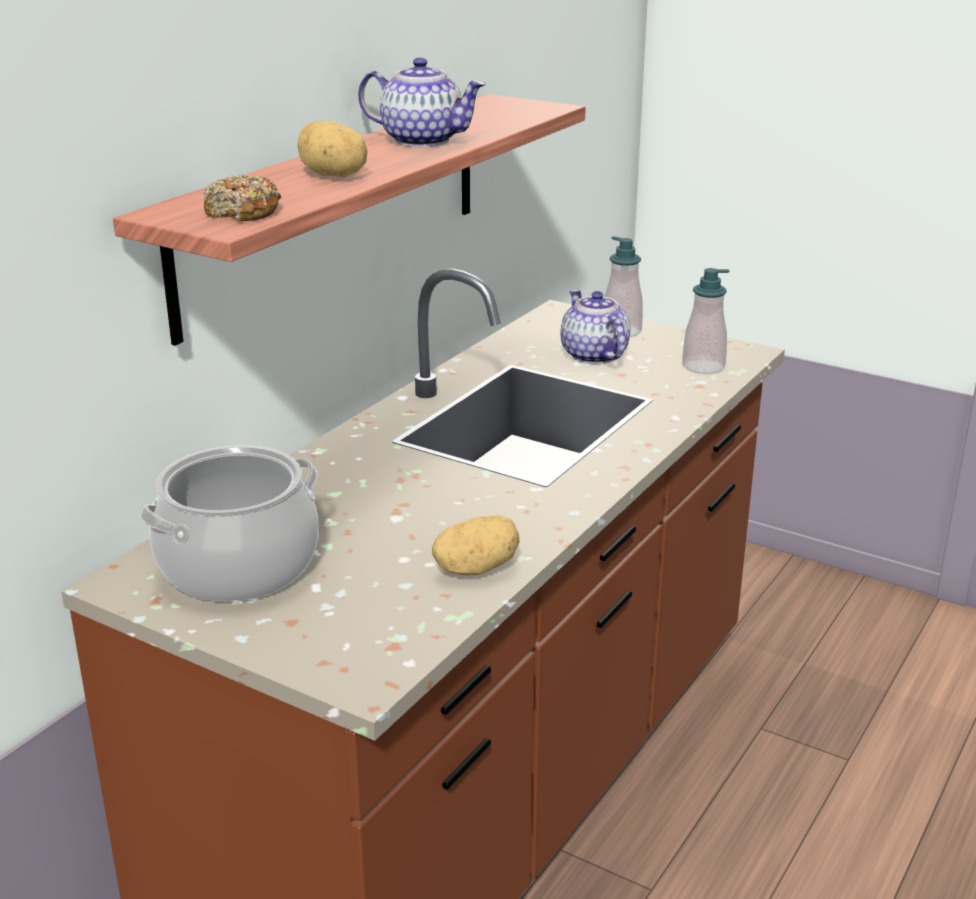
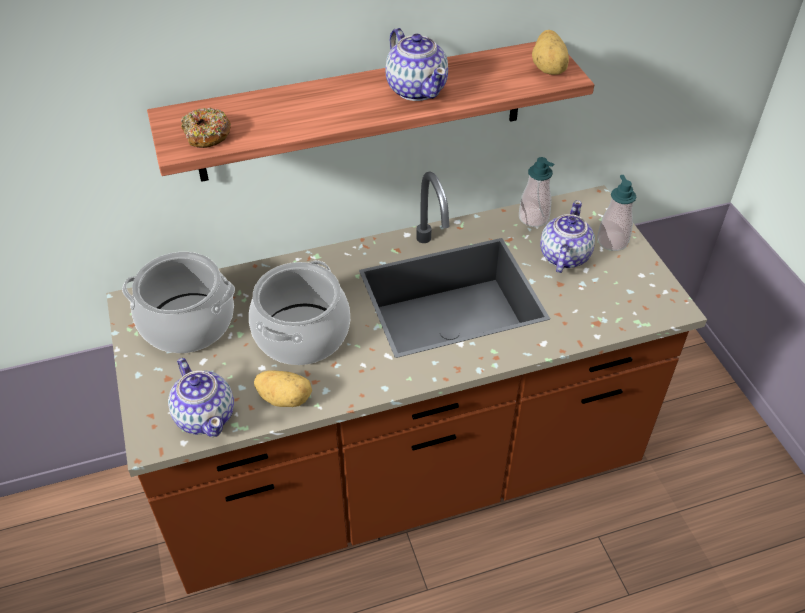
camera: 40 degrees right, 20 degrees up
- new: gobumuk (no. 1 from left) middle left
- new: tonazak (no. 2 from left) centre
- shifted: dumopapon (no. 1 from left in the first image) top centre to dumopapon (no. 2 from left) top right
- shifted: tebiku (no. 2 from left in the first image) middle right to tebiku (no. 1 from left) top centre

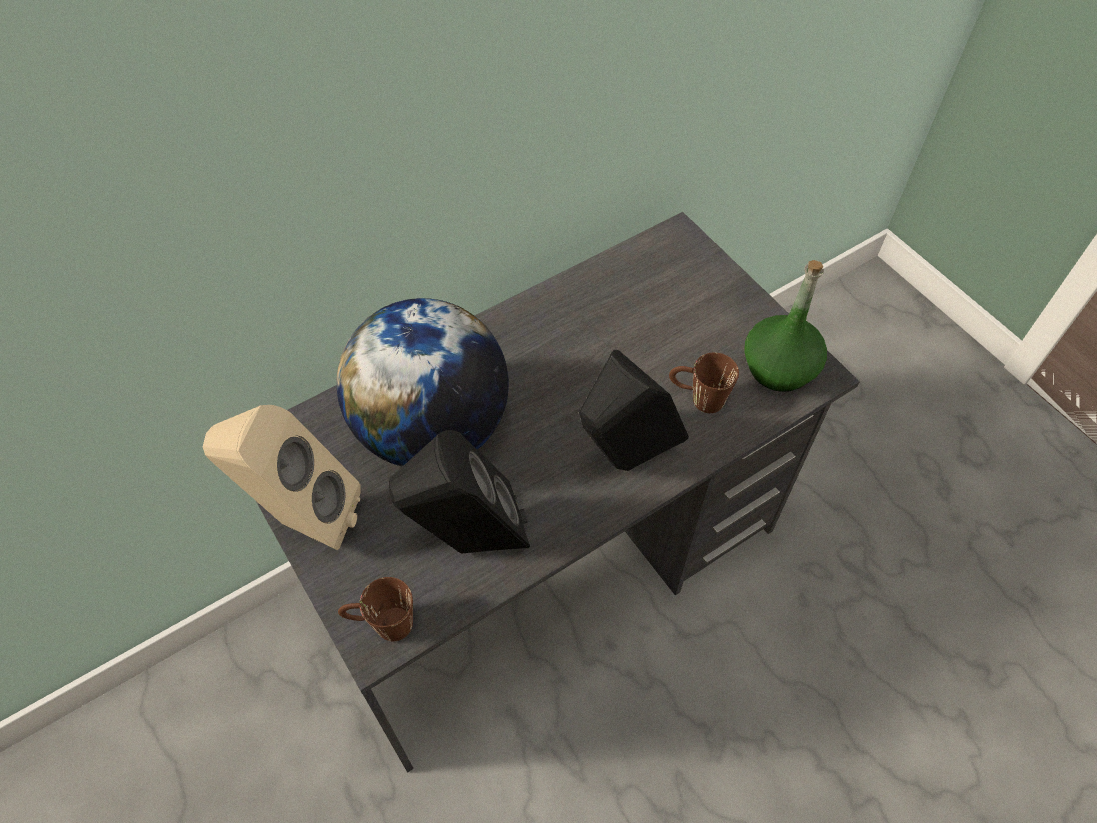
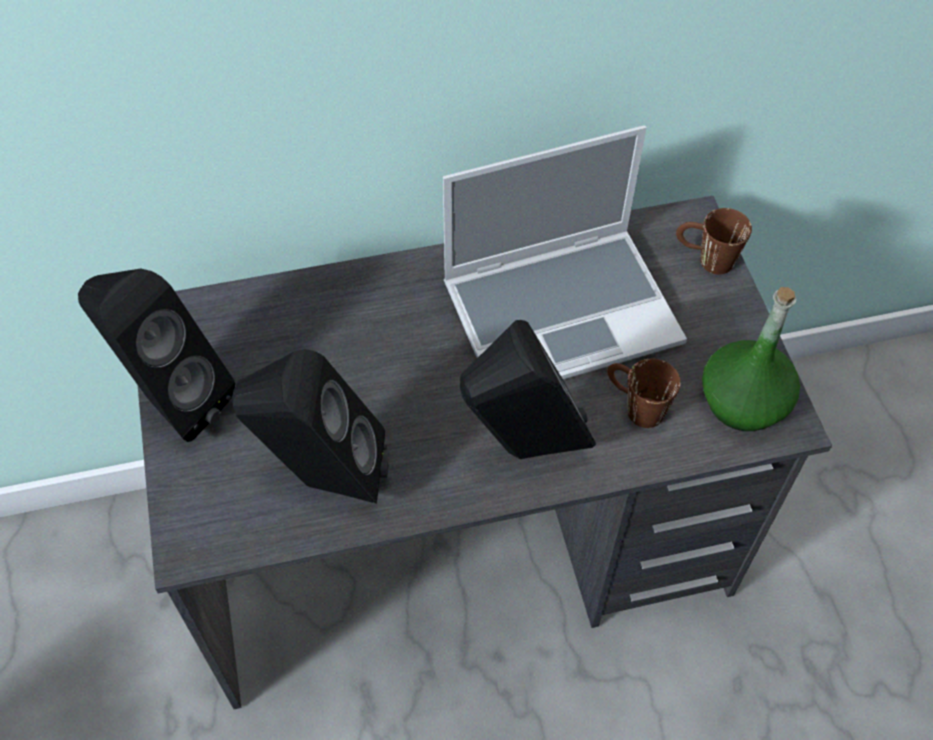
camera: 20 degrees right, 0 degrees up
- gone: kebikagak centre
- new: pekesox centre
- shifted: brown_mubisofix (no. 1 from left in the first image) bottom centre to brown_mubisofix (no. 2 from left) top right
- repainted: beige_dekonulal middle left to black_dekonulal (no. 1 from left) middle left

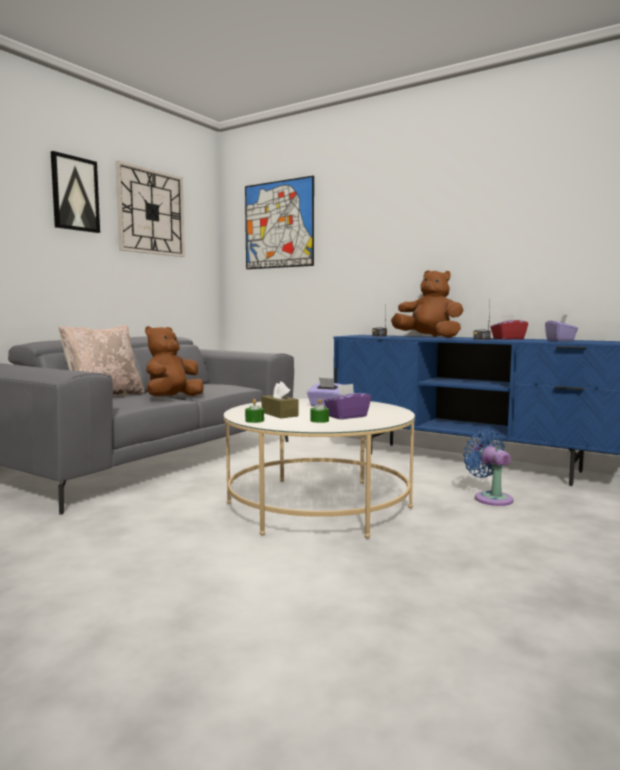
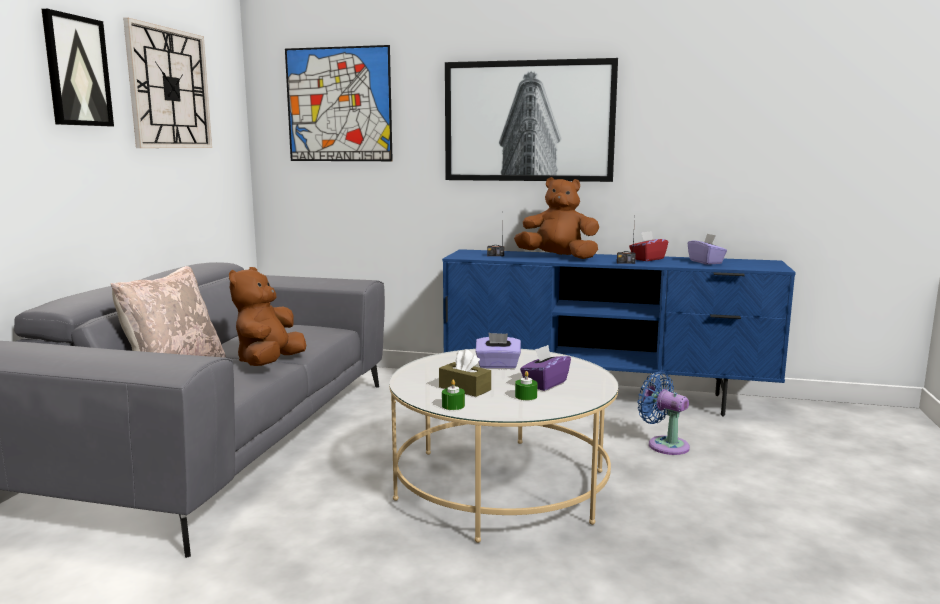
camera: 20 degrees left, 5 degrees up
- new: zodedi (no. 3 from left) top centre

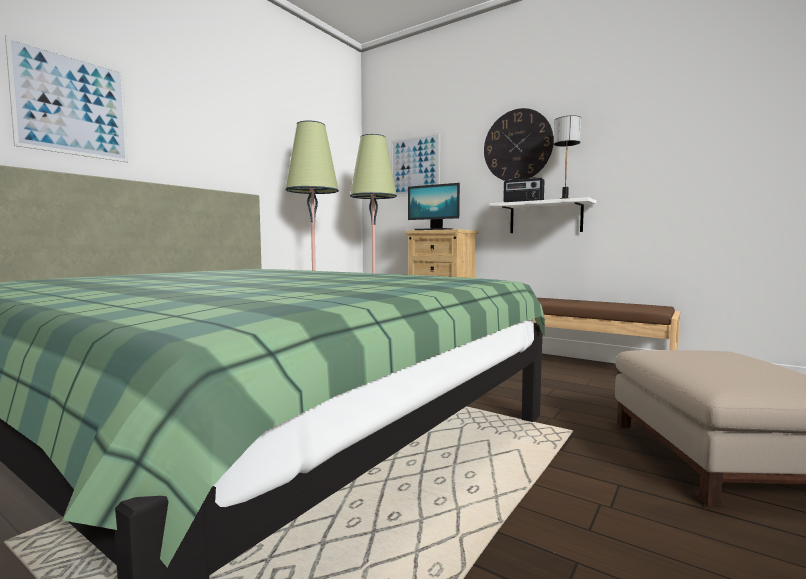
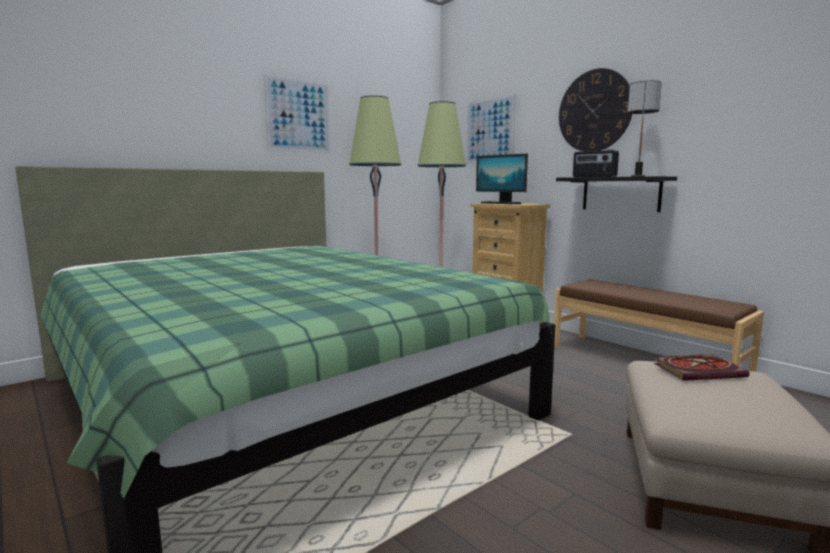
camera: 15 degrees right, 5 degrees up
- new: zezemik middle right
- shifted: zodedi (no. 1 from left) top left to top centre
- repainted: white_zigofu middle right to black_zigofu middle right

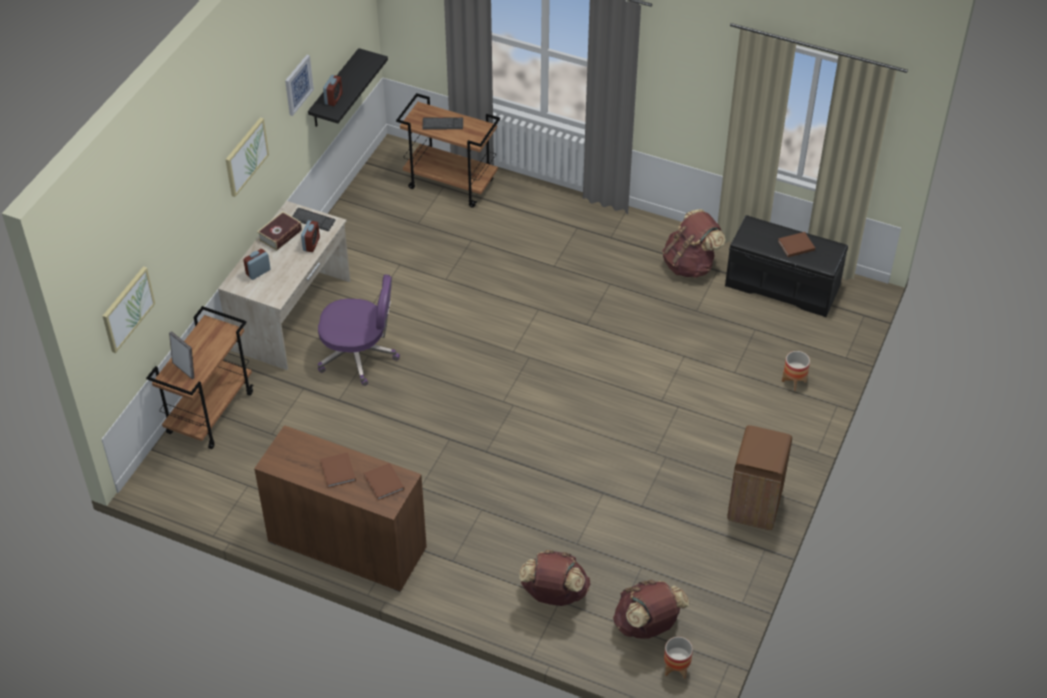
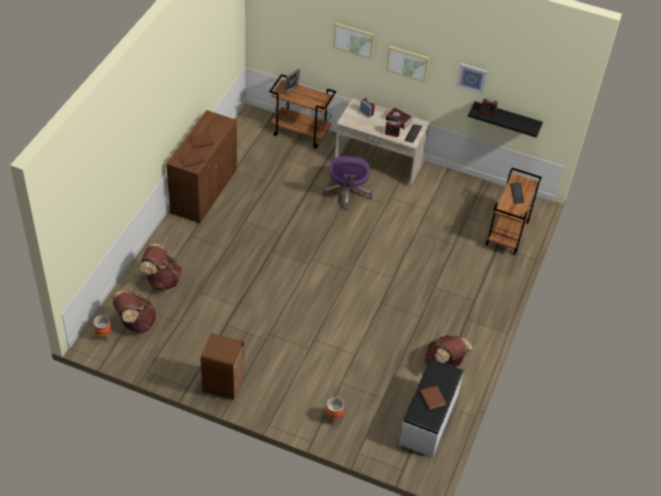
camera: 85 degrees right, 0 degrees up
- shifted: zodedi (no. 1 from left) middle left to top centre
- repainted: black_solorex middle right to white_solorex bottom centre

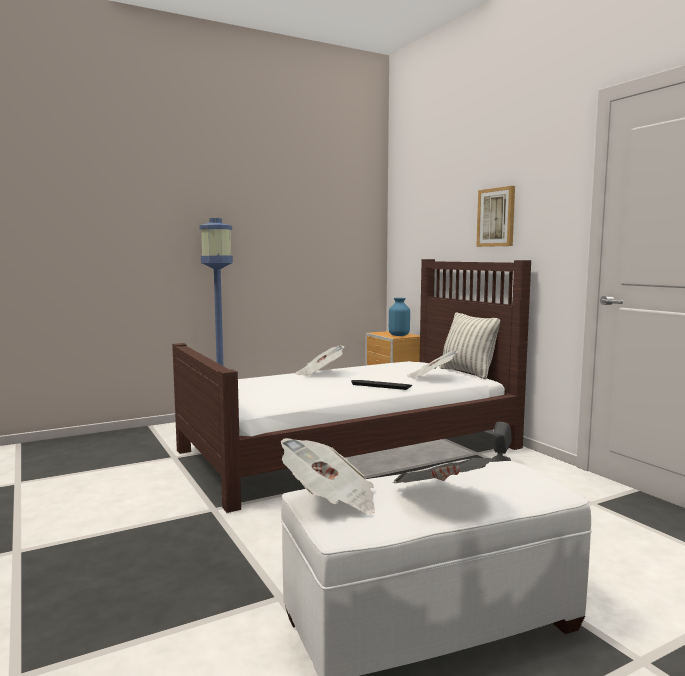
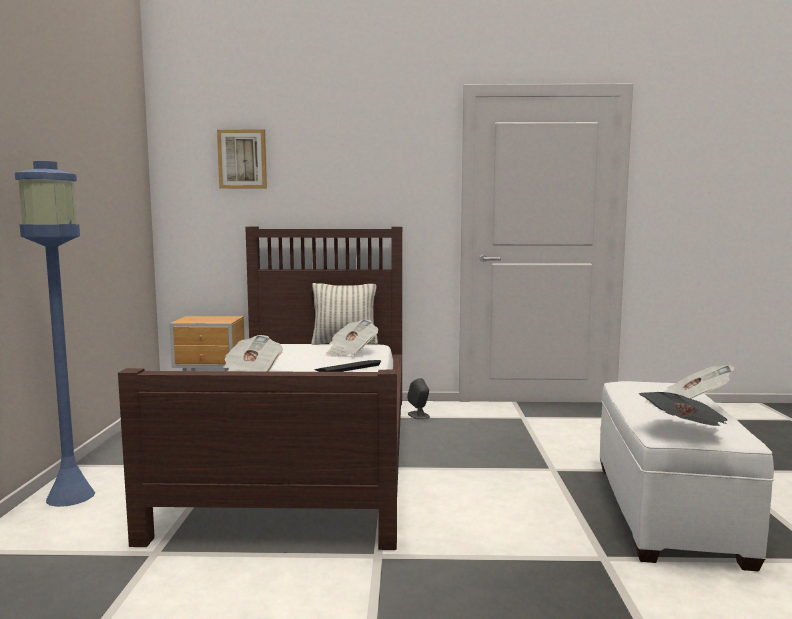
camera: 60 degrees left, 0 degrees up
- gone: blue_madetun centre
- shifted: zodedi top right to top left

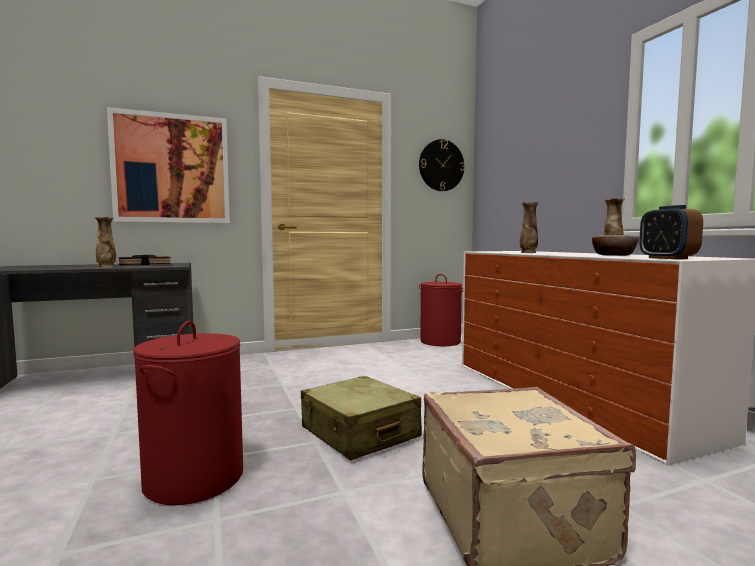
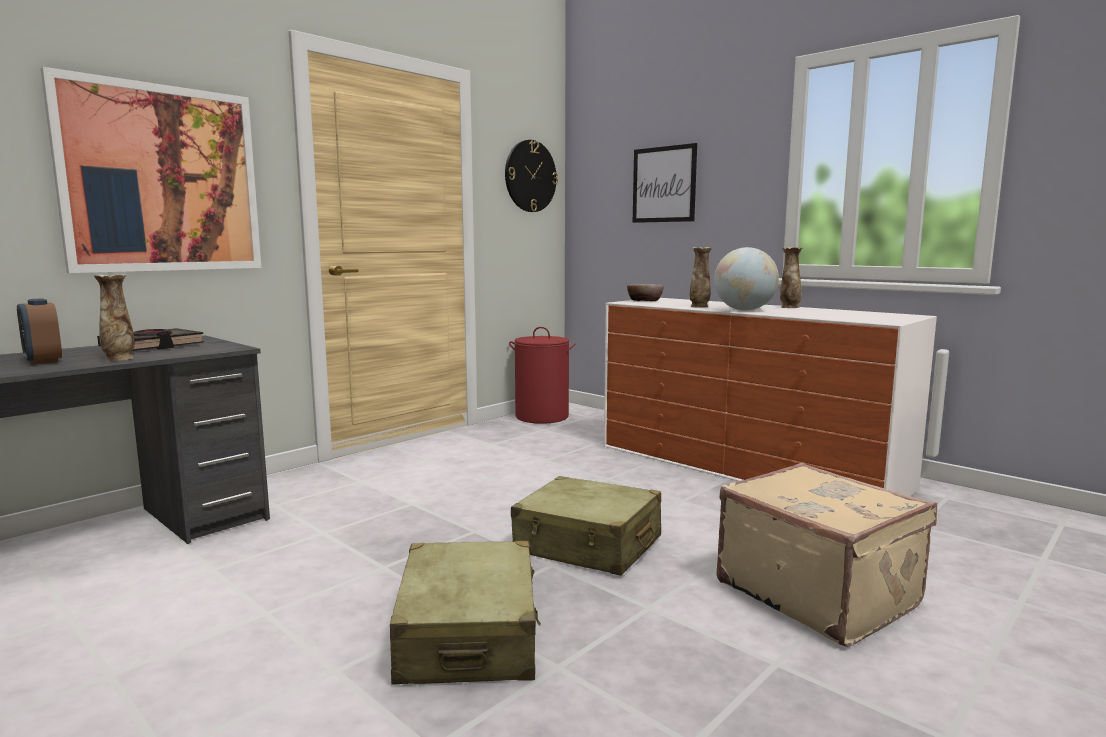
camera: 25 degrees left, 5 degrees up
- new: zodedi (no. 2 from left) top centre
- new: kebikagak middle right
- shifted: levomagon middle right to centre
- shifted: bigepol middle right to middle left
- swapped: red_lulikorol (no. 1 from left) bottom left to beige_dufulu (no. 1 from left) bottom centre

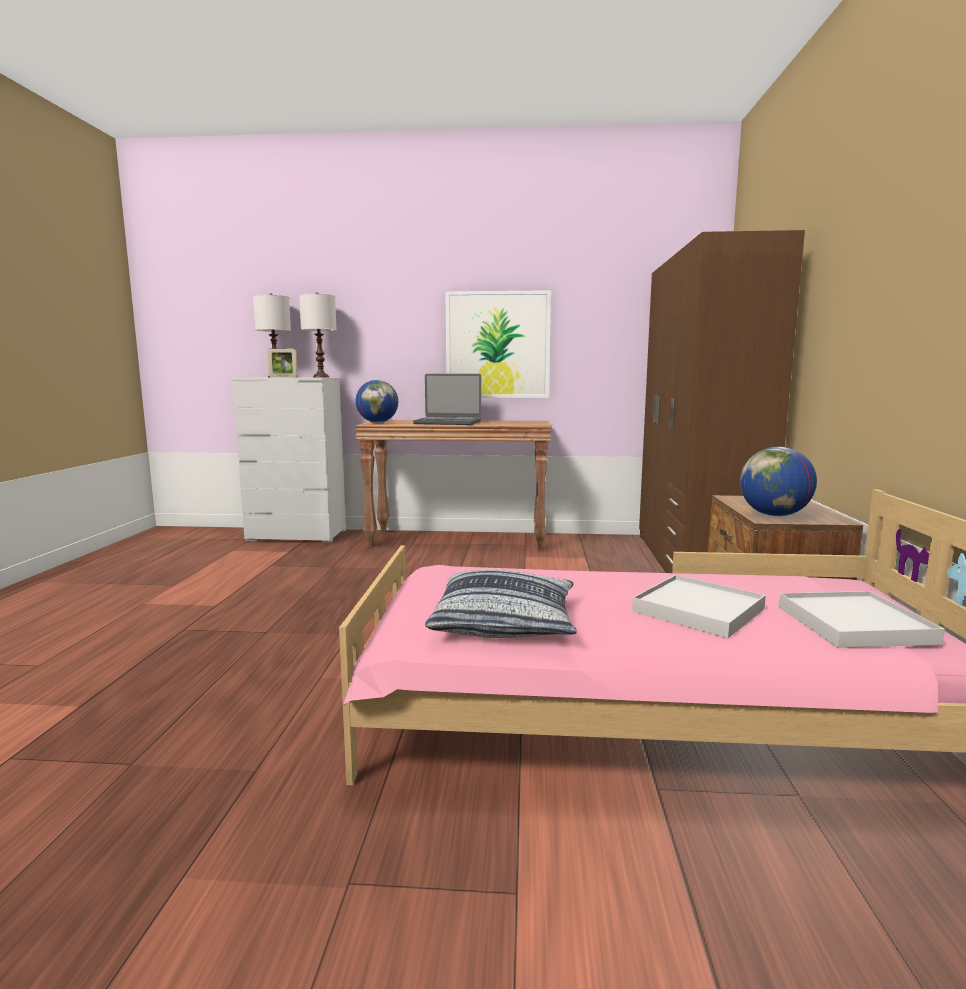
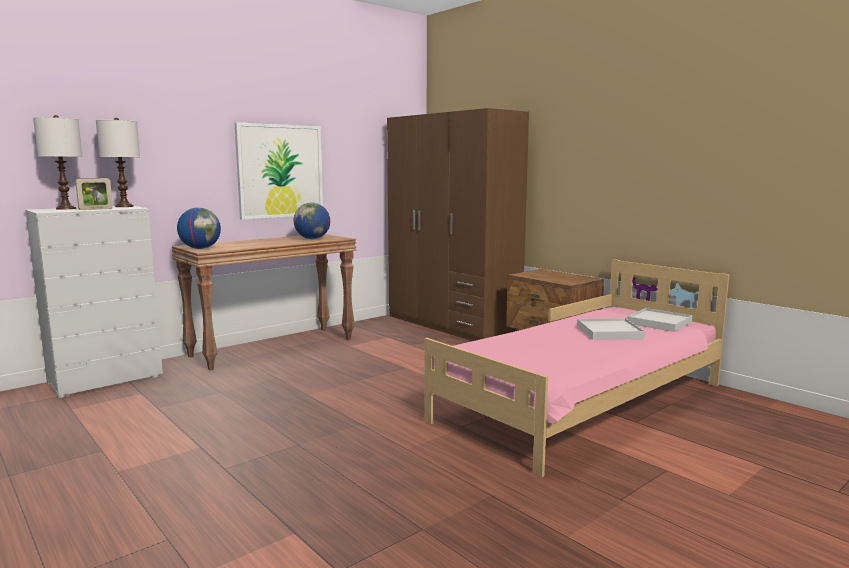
camera: 45 degrees left, 0 degrees up
- gone: pekesox centre
- gone: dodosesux centre
- shifted: kebikagak (no. 2 from left) middle right to centre

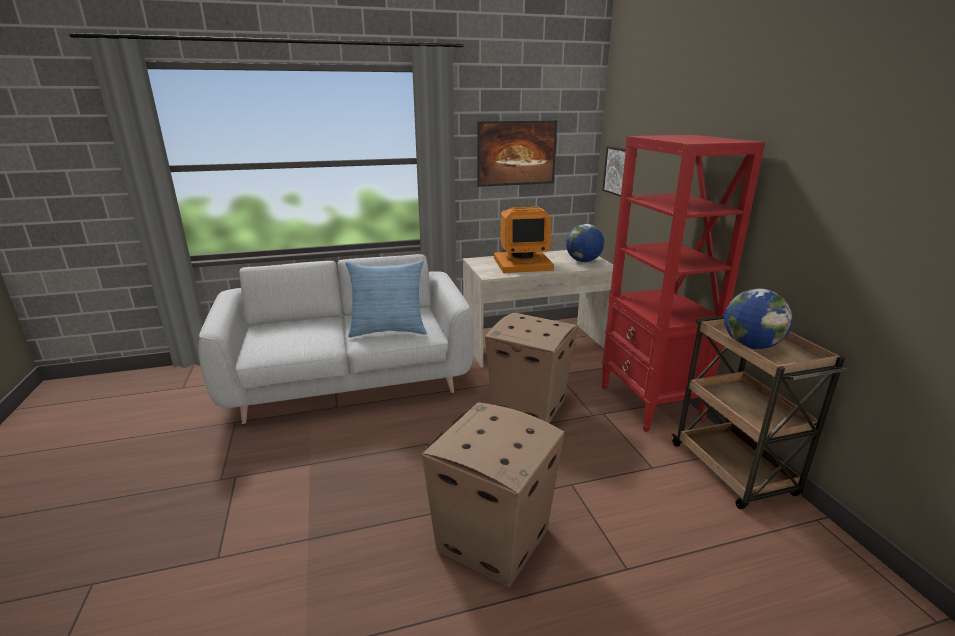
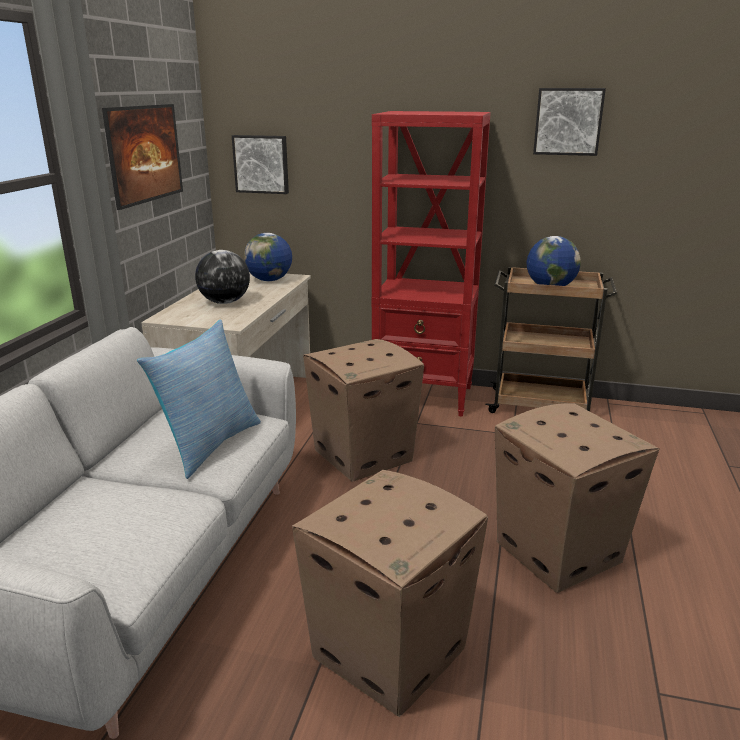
camera: 60 degrees left, 0 degrees up
- new: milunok (no. 2 from left) bottom centre
- new: zodedi (no. 3 from left) top right
- swapped: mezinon centre to kebikagak (no. 1 from left) middle left

